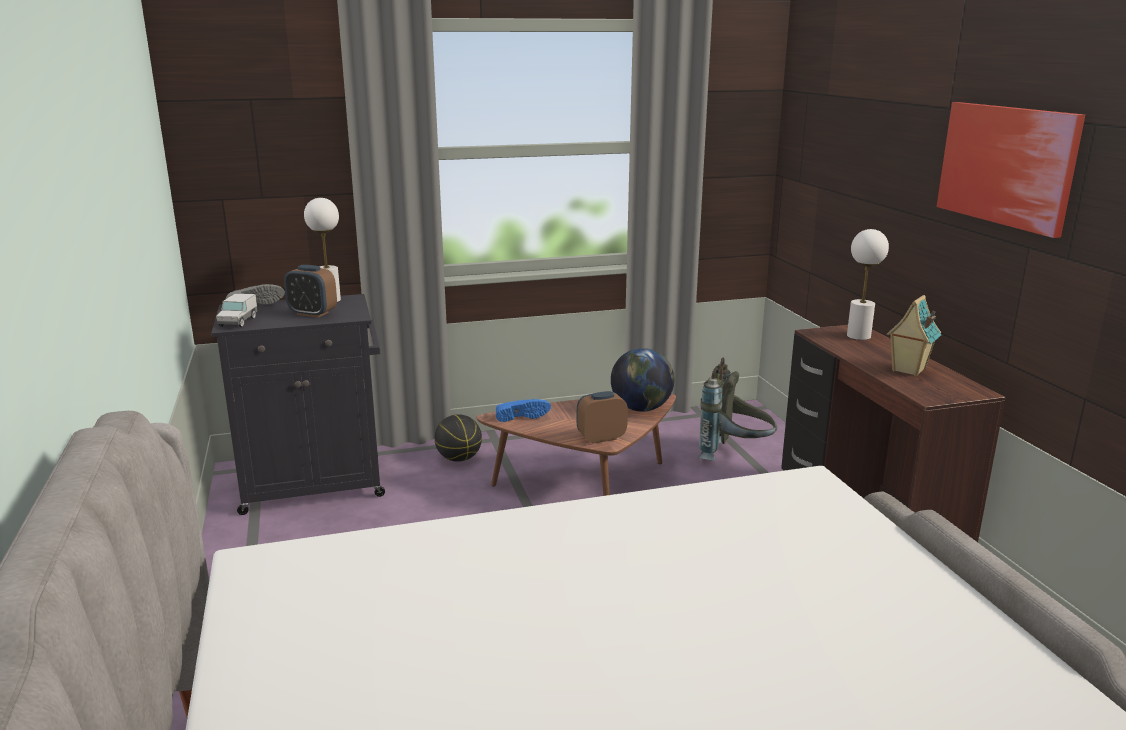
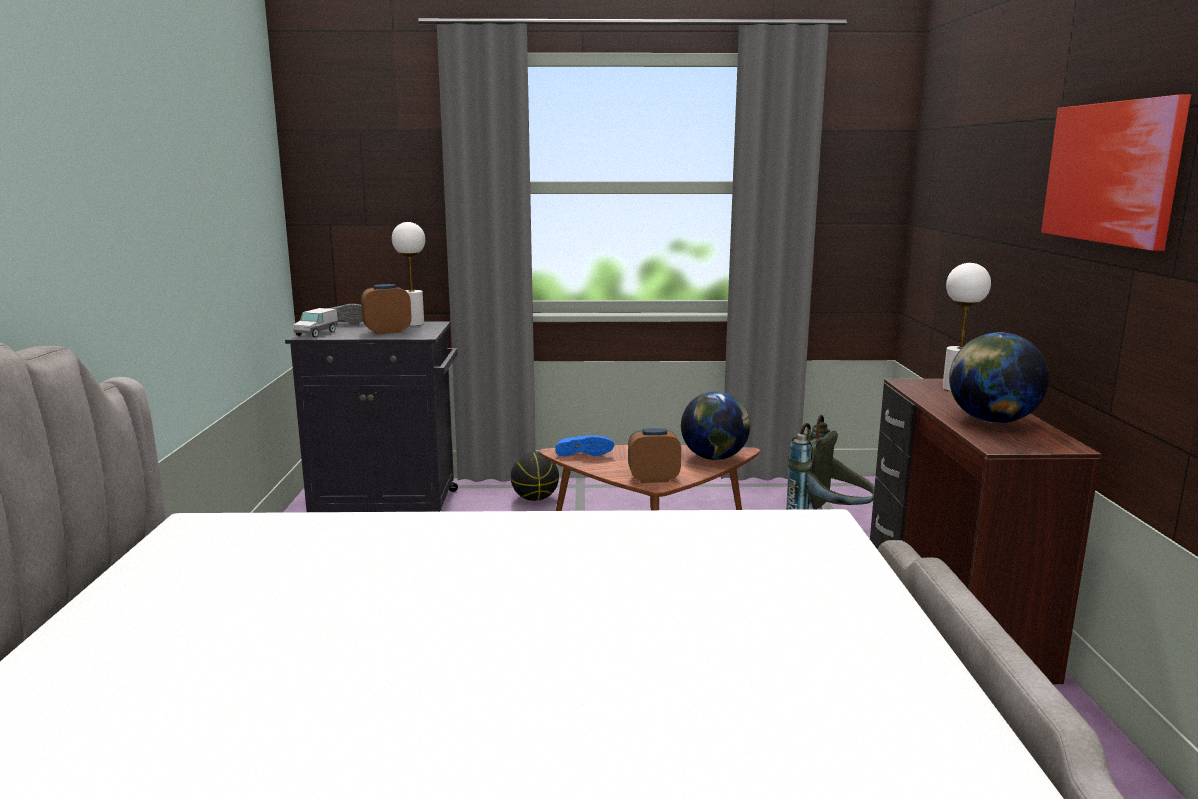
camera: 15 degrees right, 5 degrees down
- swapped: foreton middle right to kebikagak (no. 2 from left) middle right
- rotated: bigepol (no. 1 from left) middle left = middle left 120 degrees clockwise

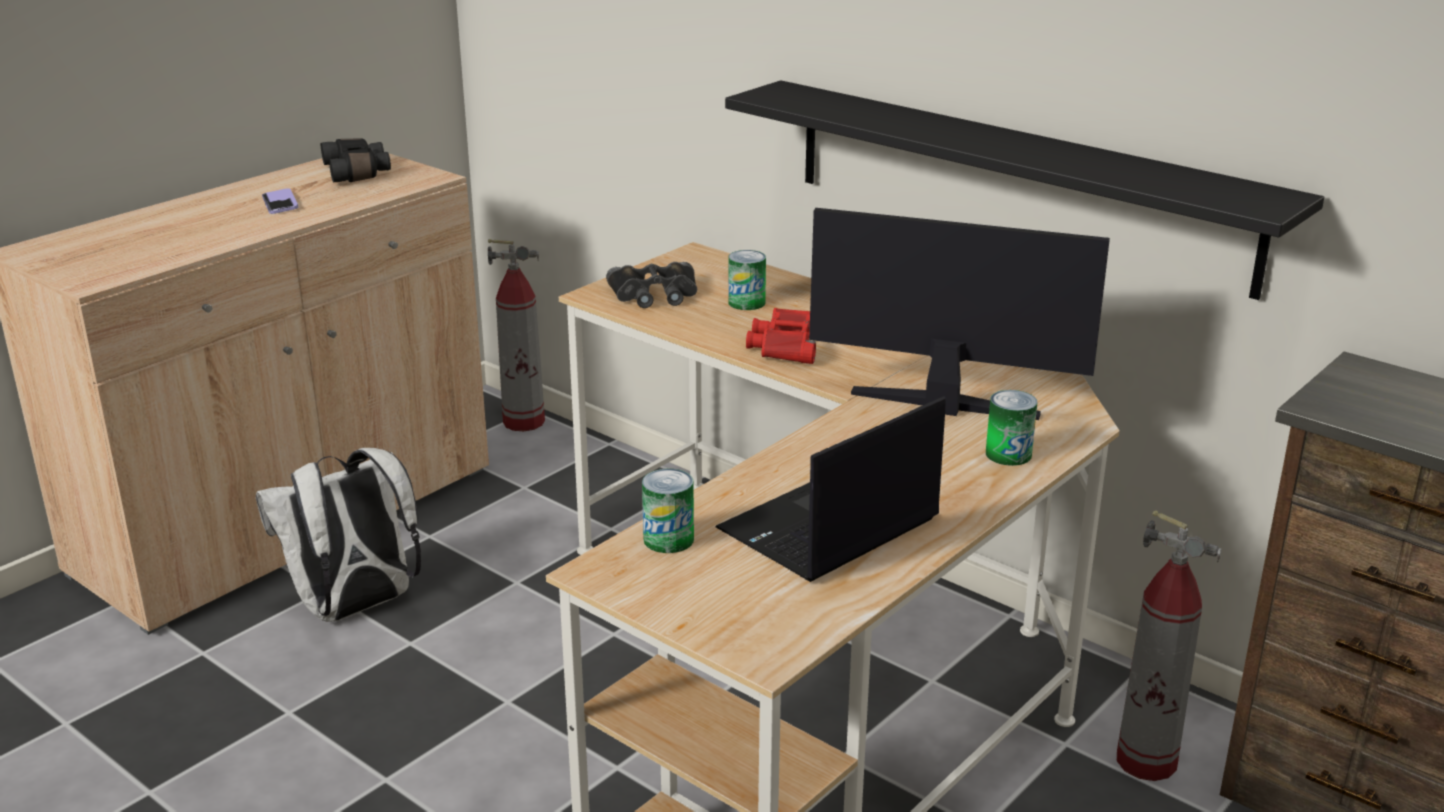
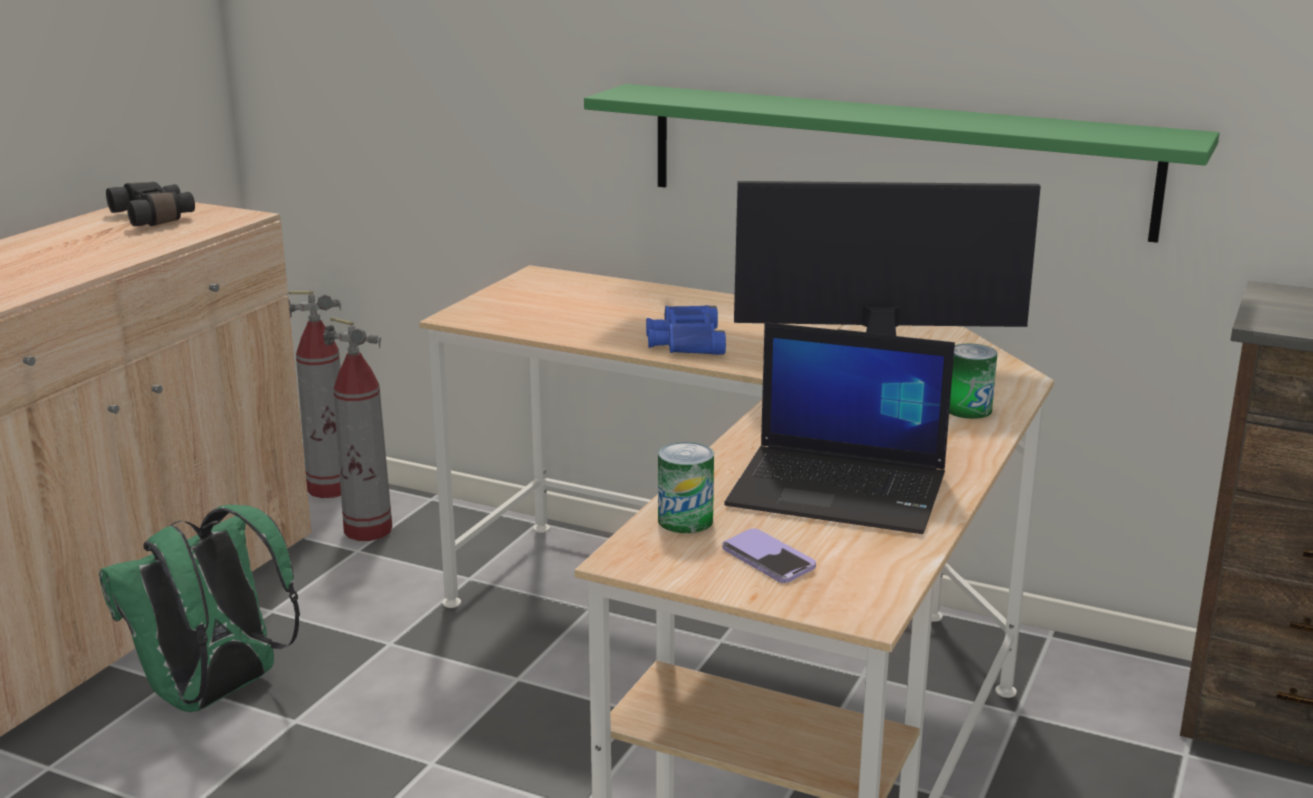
camera: 15 degrees left, 5 degrees down
- gone: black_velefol (no. 2 from left) centre
- gone: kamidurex (no. 2 from left) centre
- shifted: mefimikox top left to bottom centre
- shifted: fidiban (no. 2 from left) bottom right to middle left
- repainted: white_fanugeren middle left to green_fanugeren bottom left
- repainted: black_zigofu top right to green_zigofu top right
- repainted: red_velefol centre to blue_velefol centre
- rotated: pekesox centre = centre 105 degrees counterclockwise

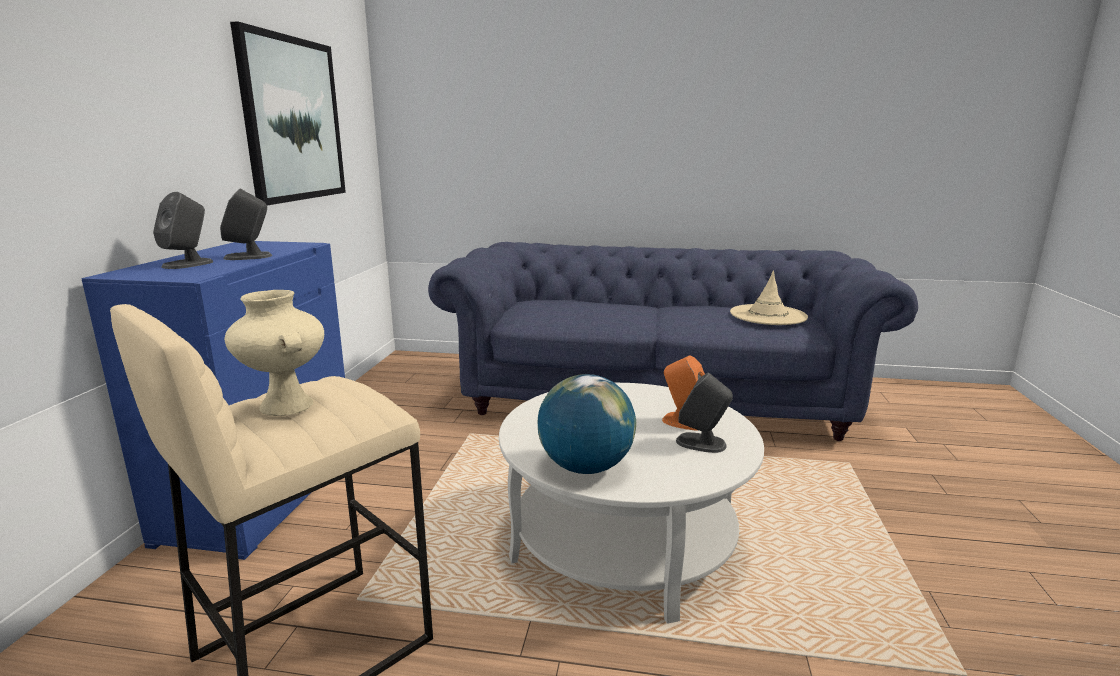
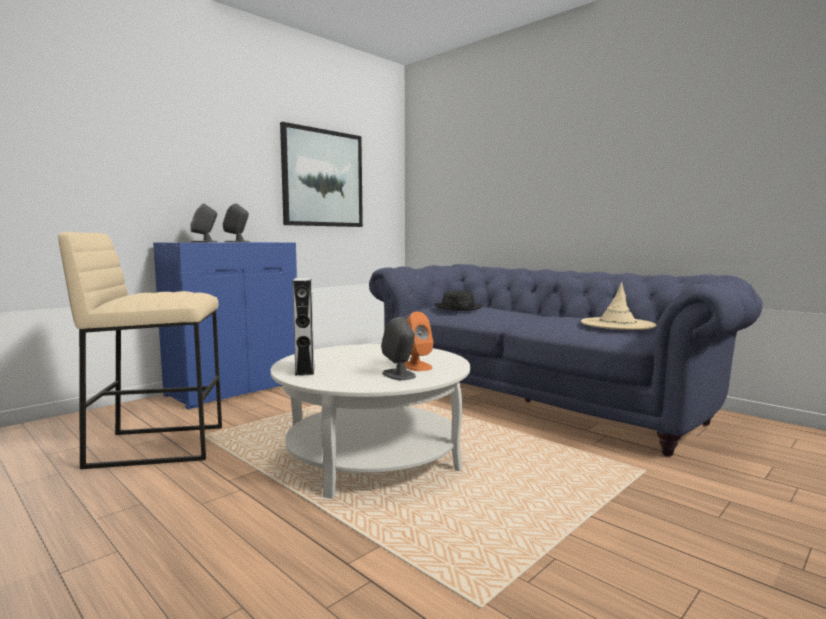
camera: 35 degrees right, 10 degrees down
- gone: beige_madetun middle left
- new: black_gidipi centre
- swapped: kebikagak centre to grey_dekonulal (no. 3 from left) centre

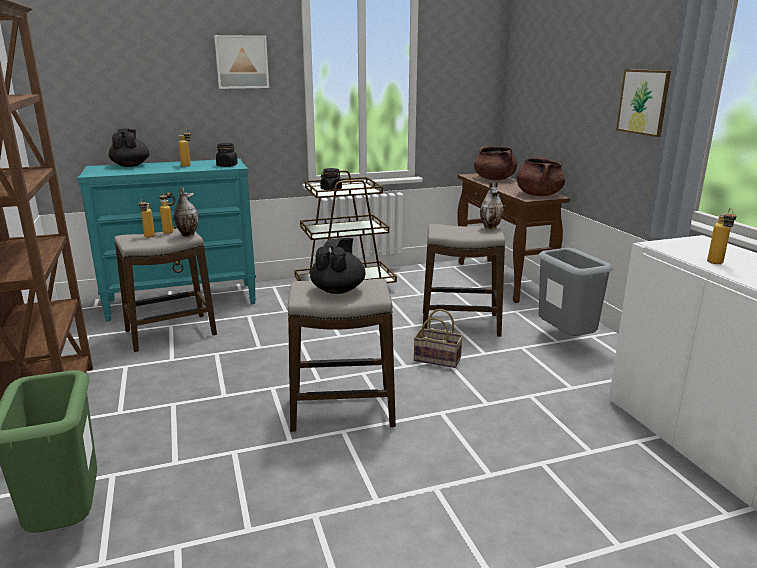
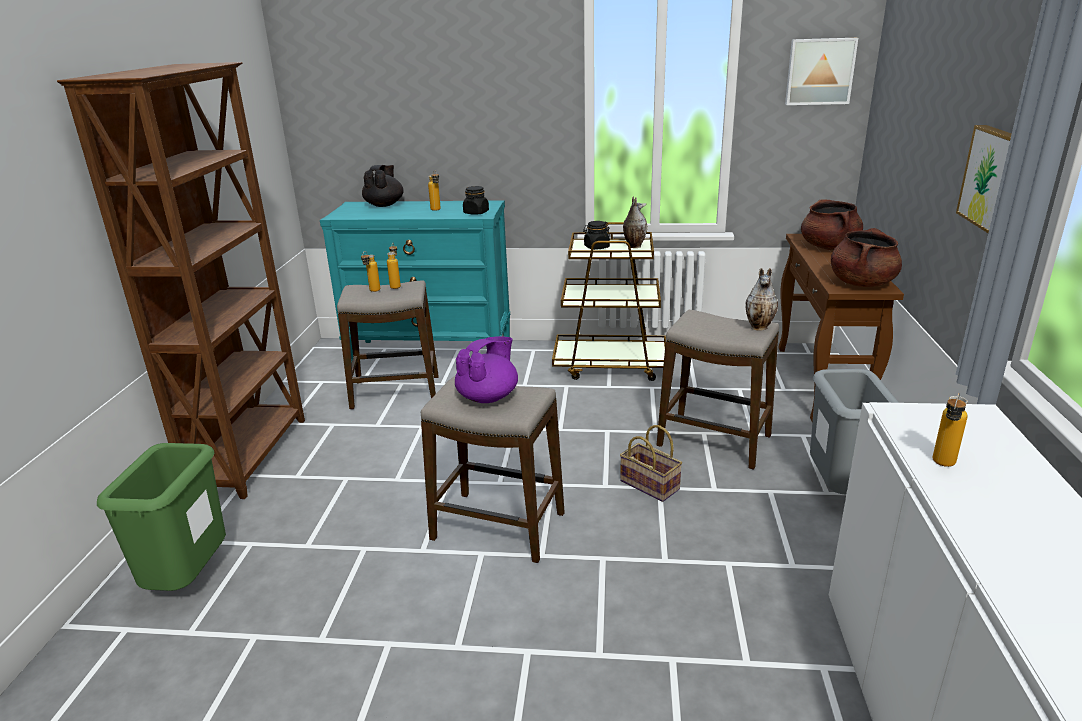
camera: 25 degrees right, 5 degrees up
- shifted: madetun (no. 1 from left) middle left to top centre
- shifted: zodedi (no. 1 from left) top left to top right
- repainted: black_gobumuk (no. 2 from left) centre to purple_gobumuk centre

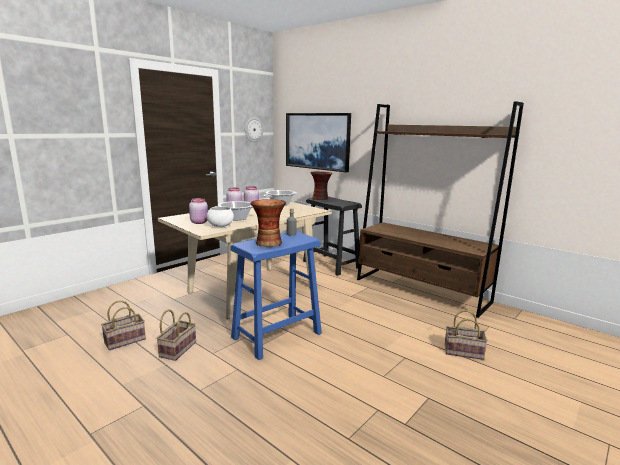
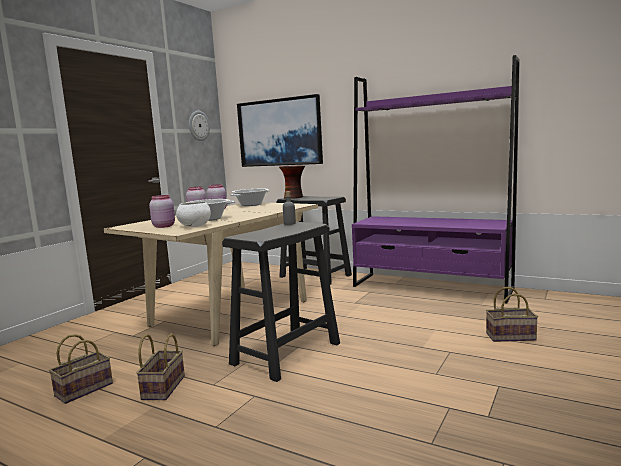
camera: 10 degrees left, 5 degrees down
- gone: madetun (no. 1 from left) centre
- repainted: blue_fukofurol centre to black_fukofurol (no. 1 from left) centre
- repainted: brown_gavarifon middle right to purple_gavarifon middle right

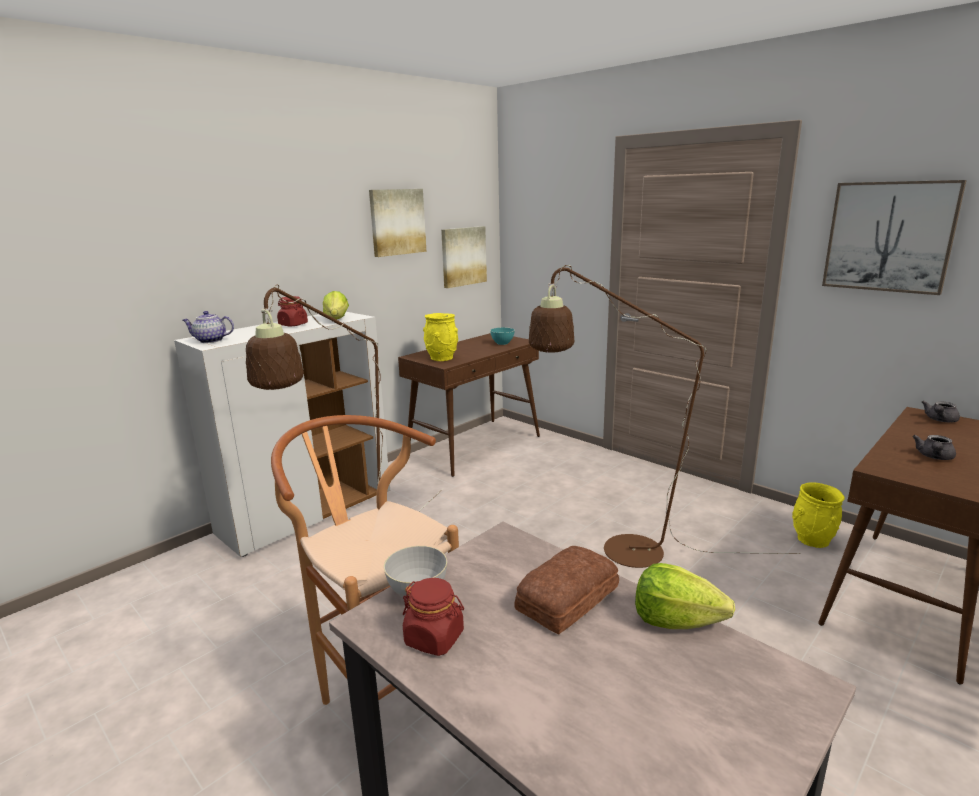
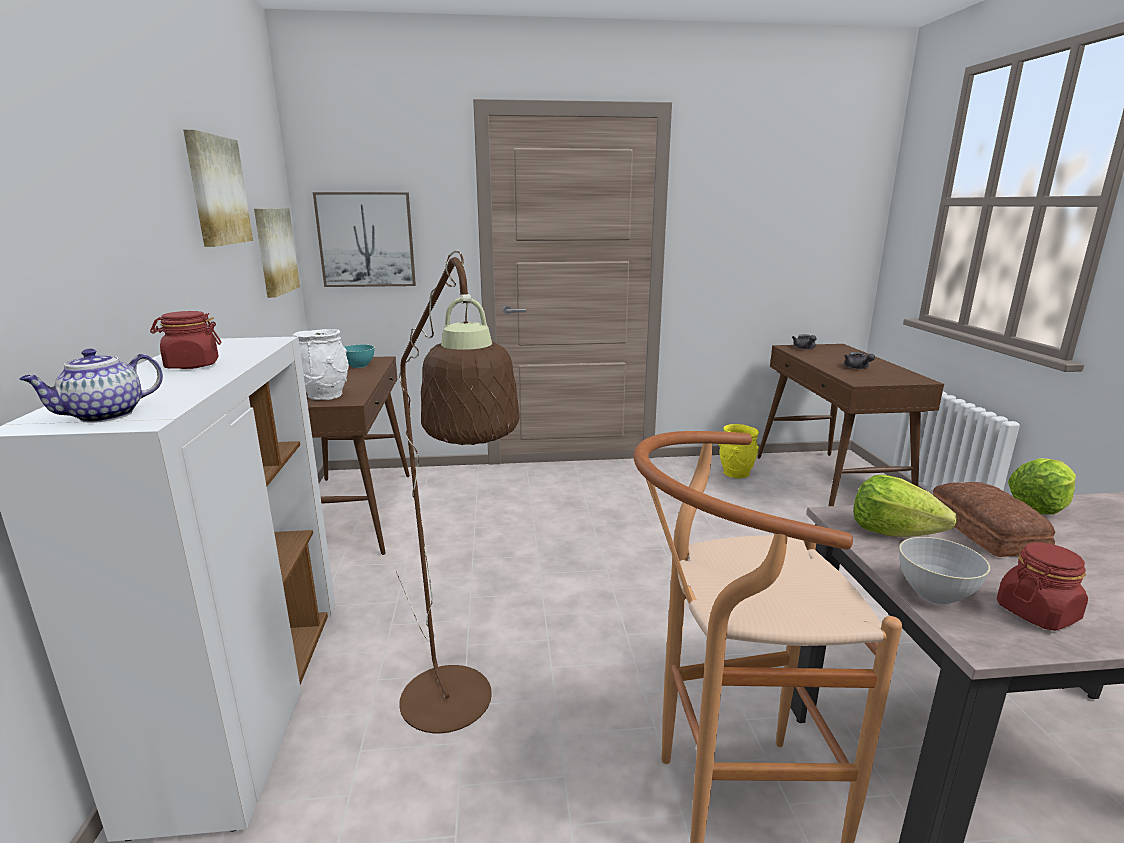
camera: 50 degrees left, 0 degrees up
- gone: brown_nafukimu (no. 2 from left) middle right
- shifted: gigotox (no. 1 from left) centre to middle right
- shifted: zodedi (no. 3 from left) top right to top left
- repainted: yellow_madetun (no. 1 from left) centre to white_madetun middle left

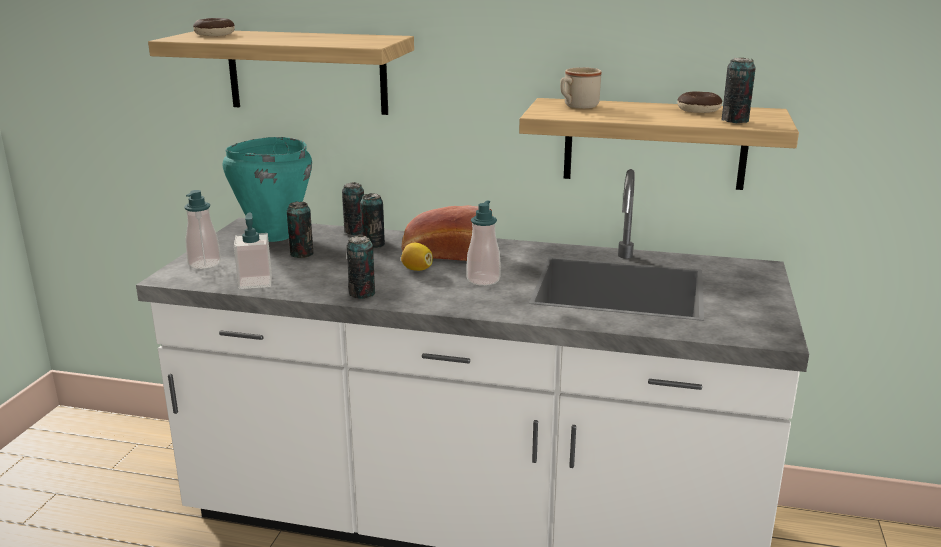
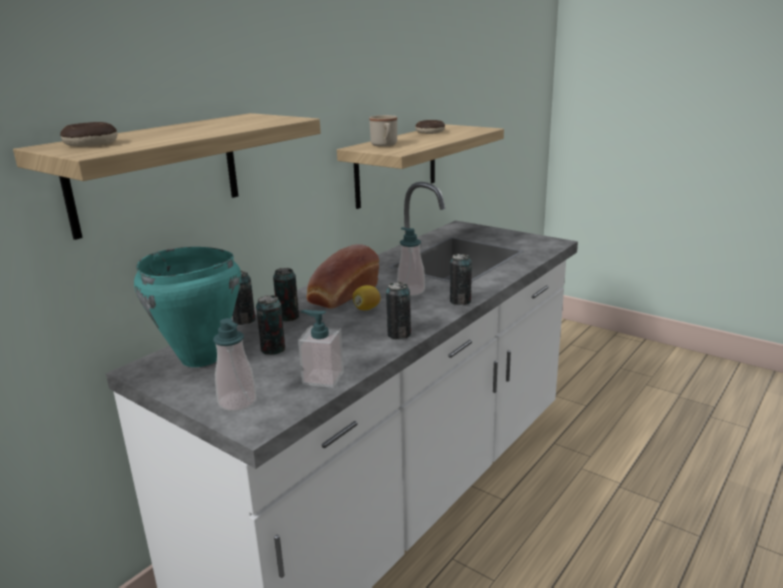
camera: 65 degrees left, 0 degrees up
- shifted: kamidurex (no. 5 from left) top right to centre

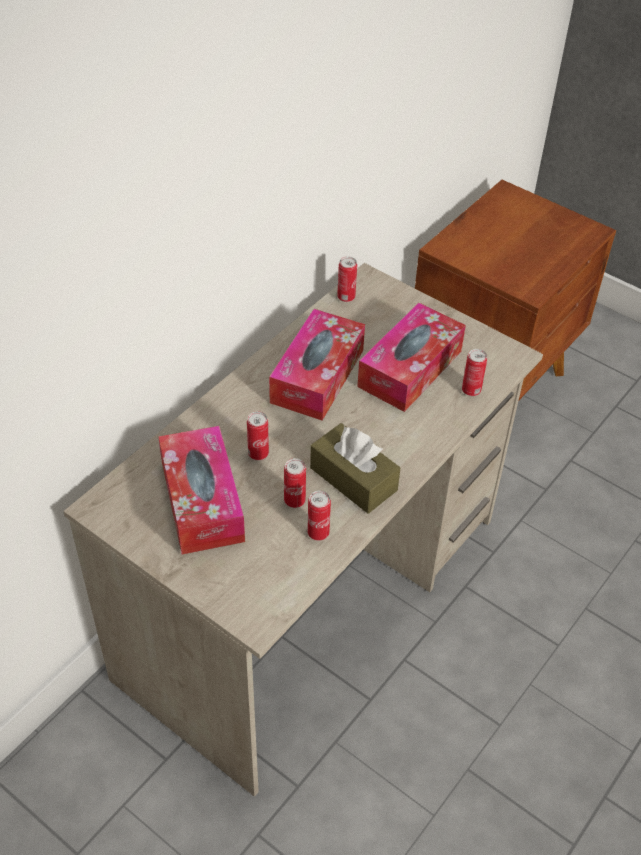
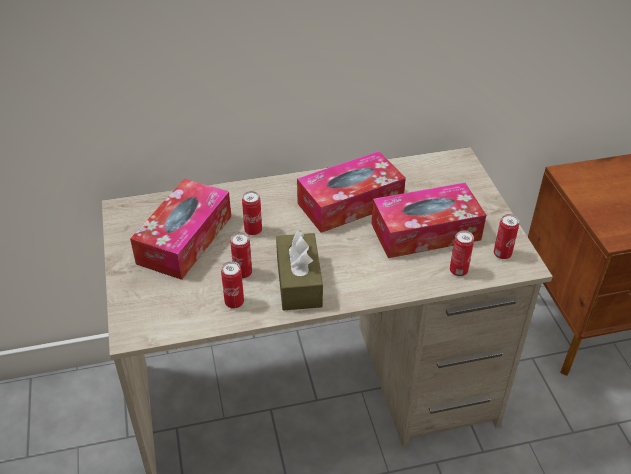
camera: 40 degrees right, 5 degrees down
- shifted: kamidurex (no. 4 from left in the first image) top centre to kamidurex (no. 5 from left) middle right

